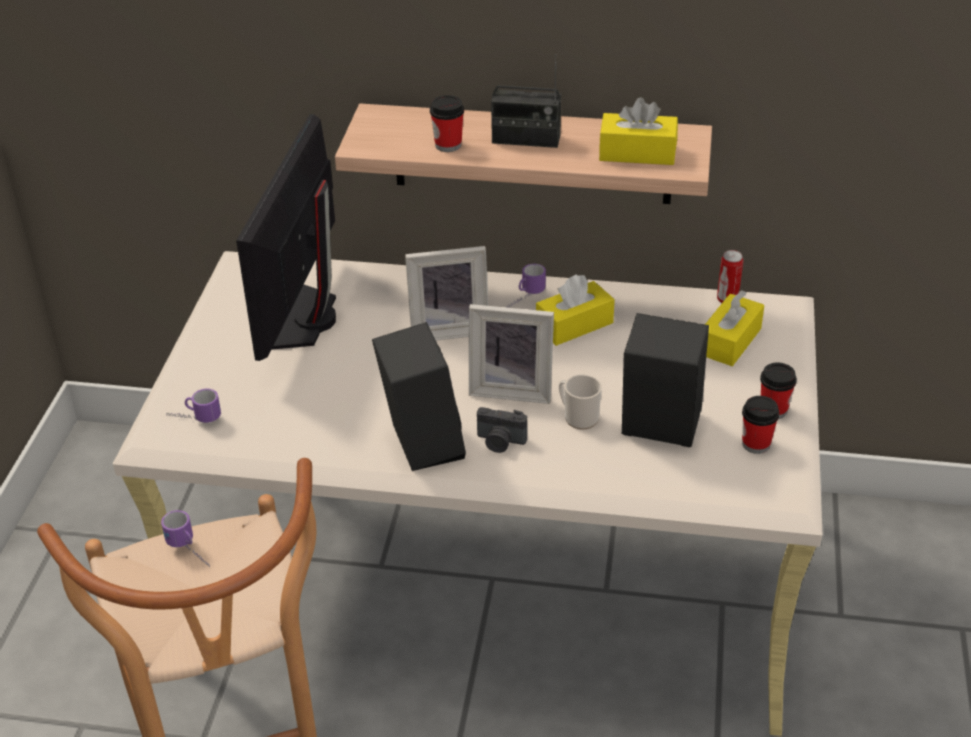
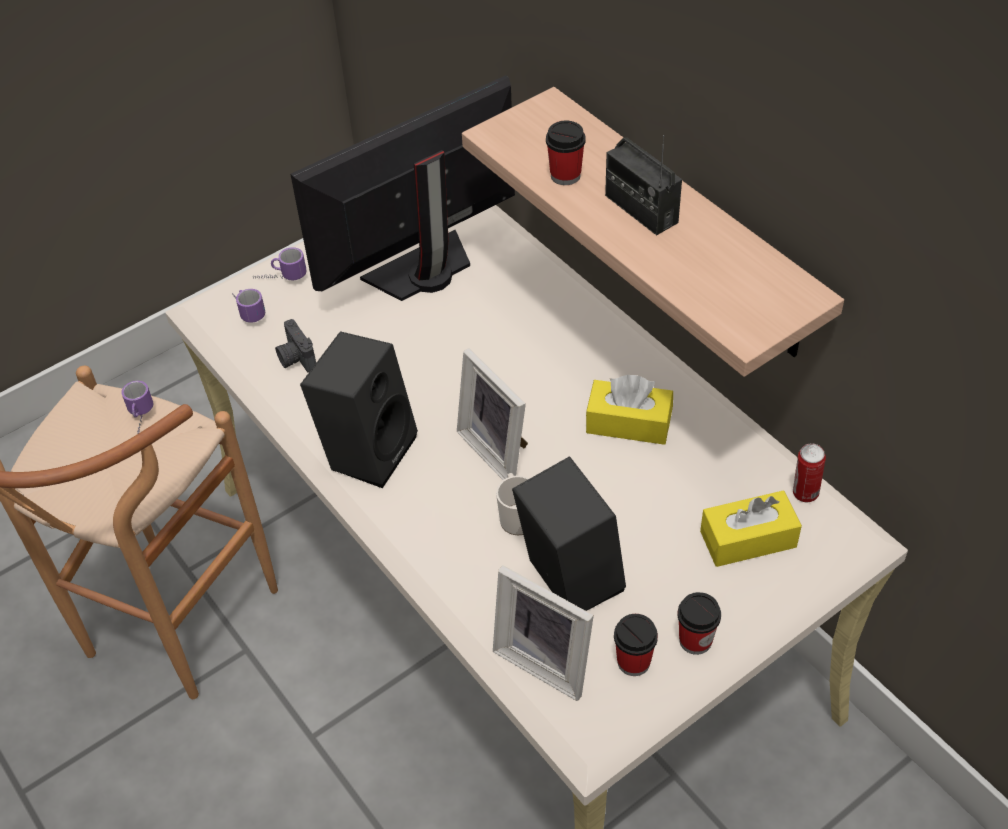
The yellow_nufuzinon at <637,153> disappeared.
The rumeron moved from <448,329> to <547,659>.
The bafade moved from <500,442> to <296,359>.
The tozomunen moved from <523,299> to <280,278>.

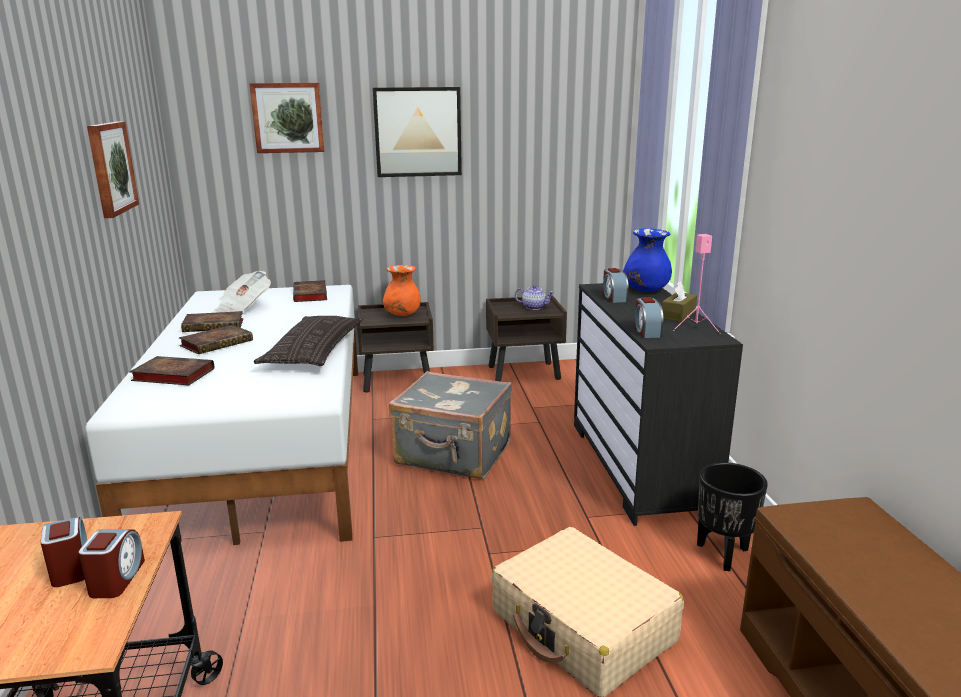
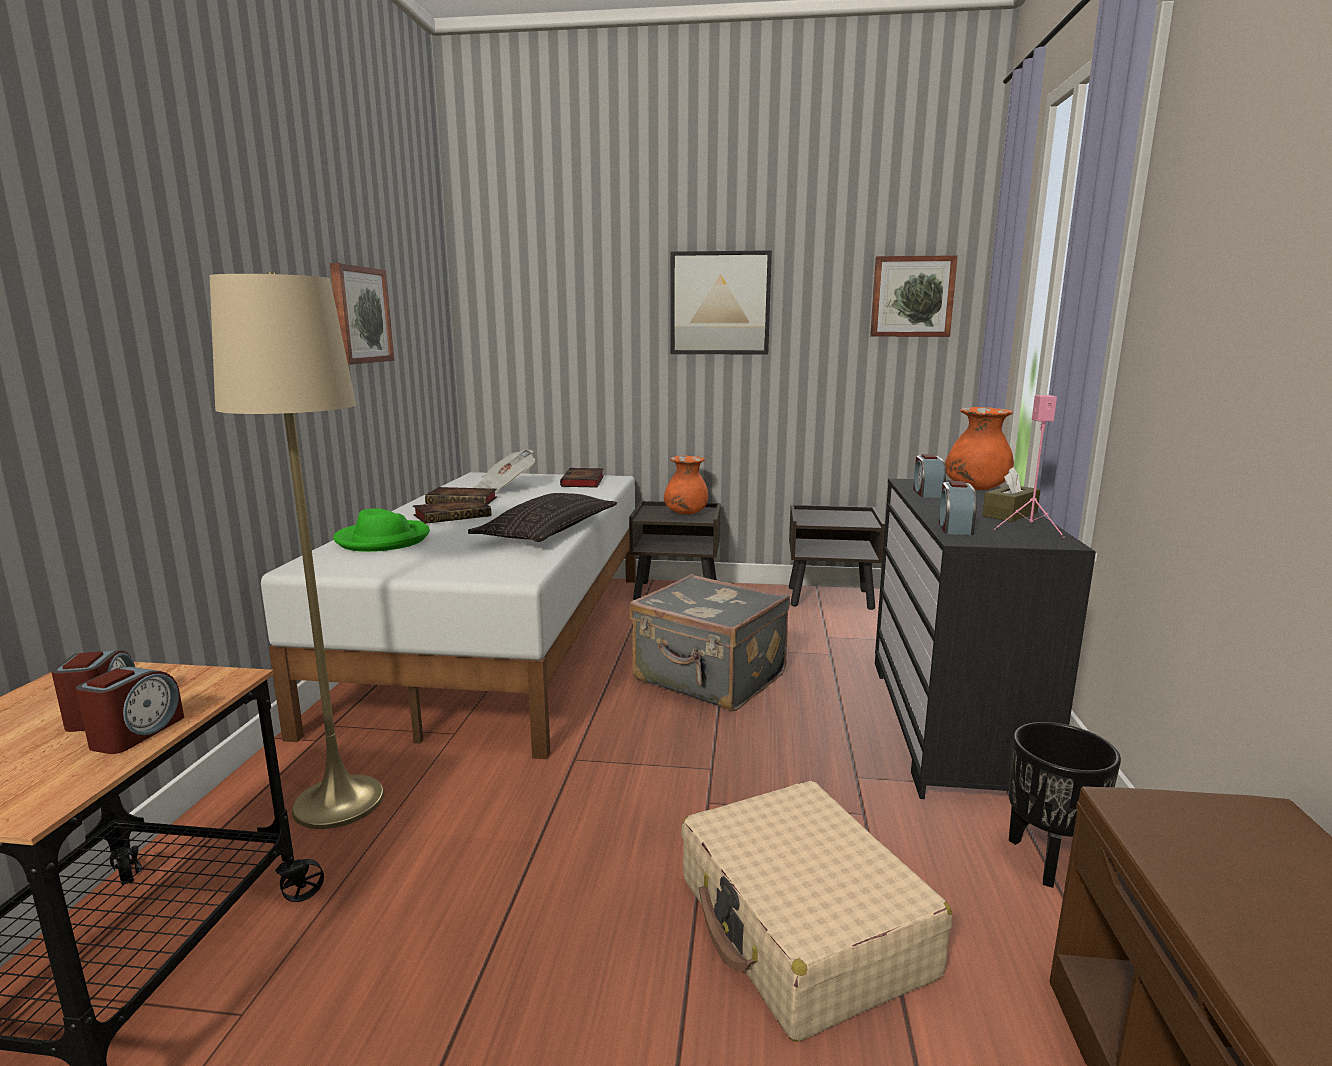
The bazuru at <534,307> disappeared.
The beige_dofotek at <339,802> appeared.
The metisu moved from <288,118> to <912,297>.
The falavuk at <171,375> was replaced by the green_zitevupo at <383,540>.
The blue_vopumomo at <645,290> became the orange_vopumomo at <975,488>.

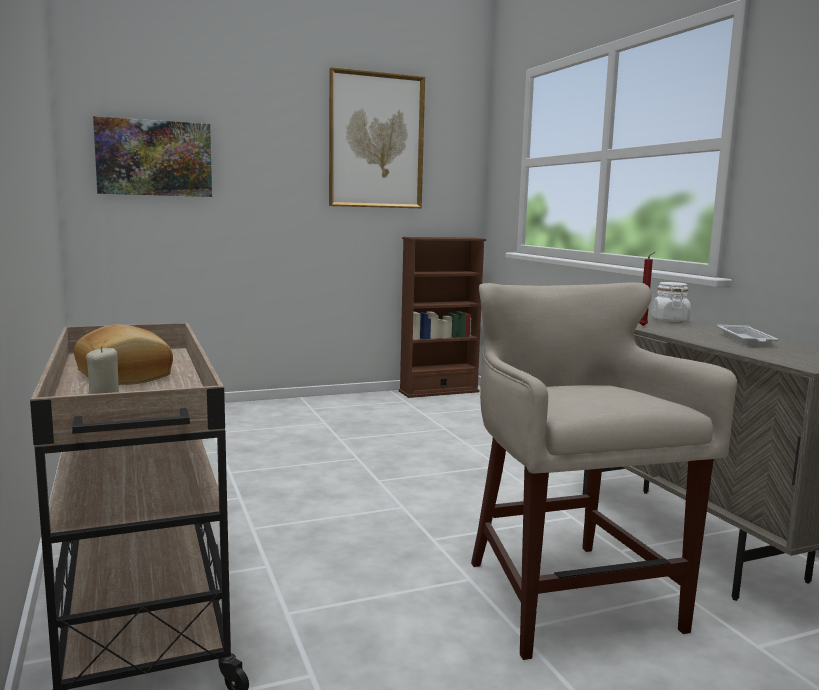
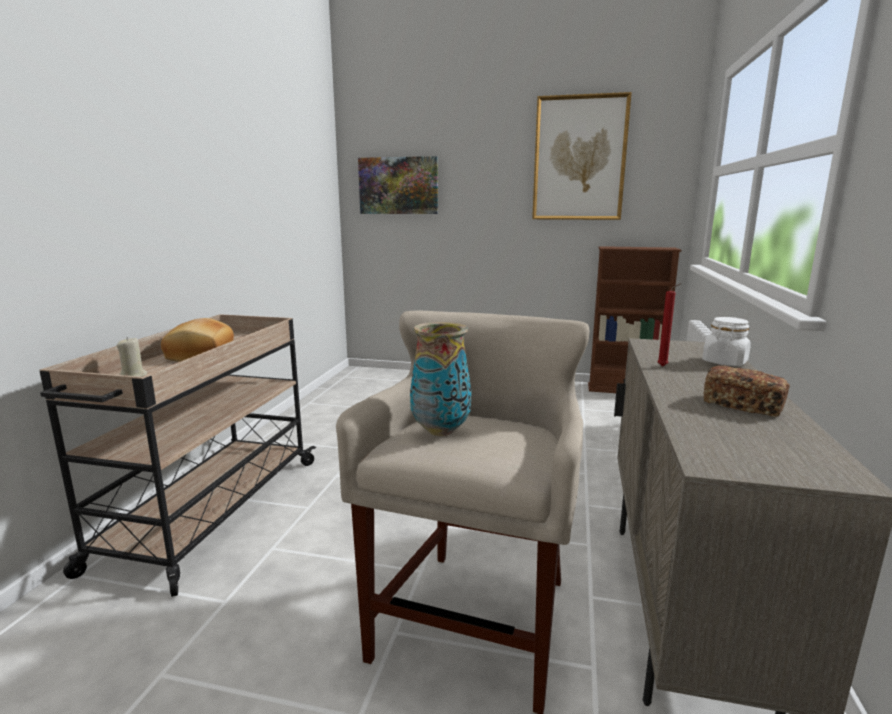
The vopumomo at <440,430> appeared.
The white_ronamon at <746,340> was replaced by the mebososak at <743,405>.

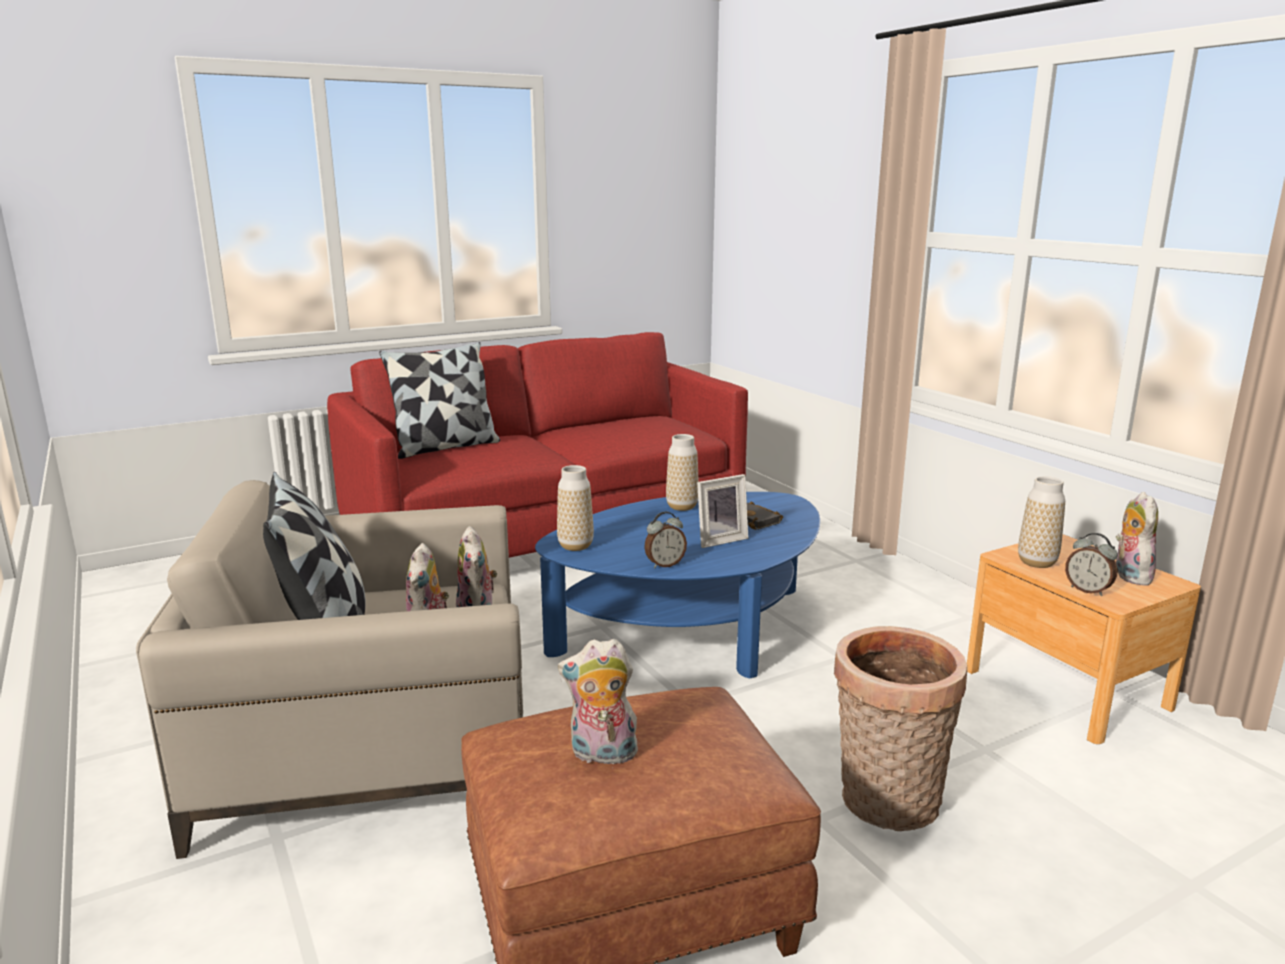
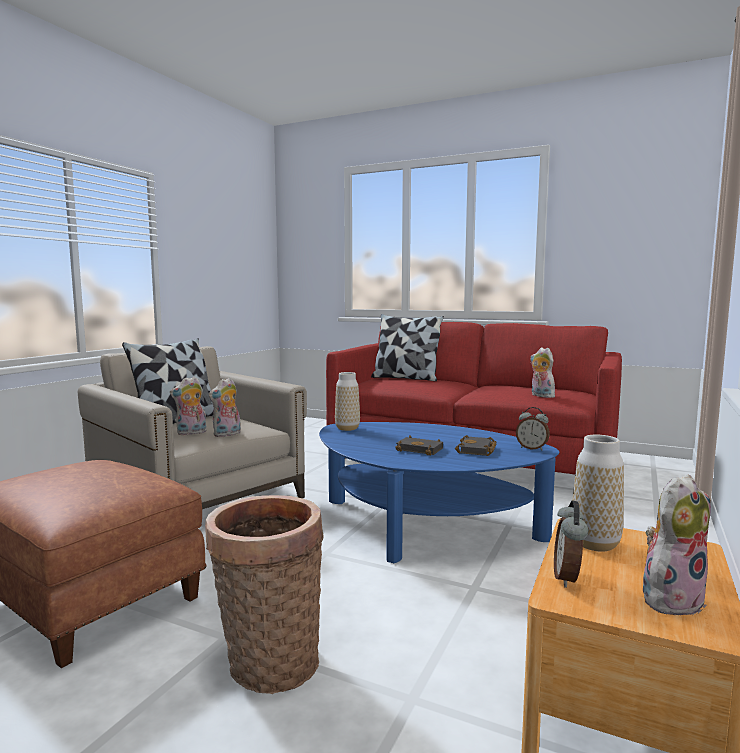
The vopumomo at <682,507> disappeared.
The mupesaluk moved from <601,755> to <540,396>.
The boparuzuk moved from <664,564> to <532,448>.
The rumeron at <719,540> was replaced by the black_falavuk at <421,449>.

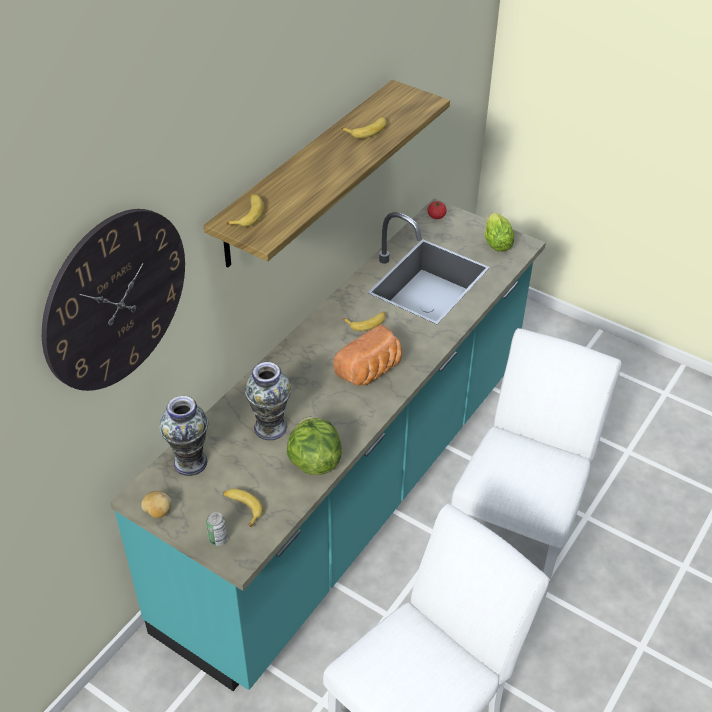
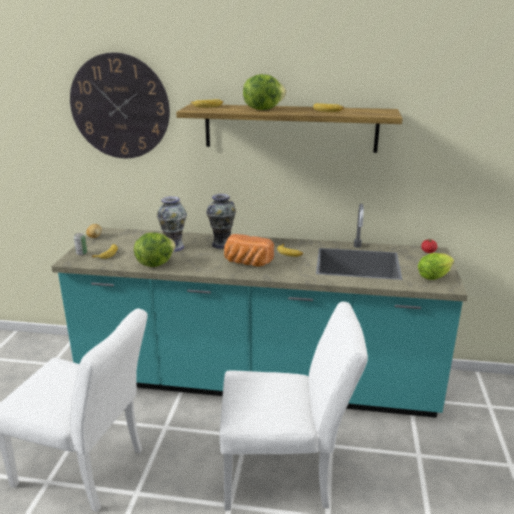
The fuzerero at <262,109> appeared.
The vopumomo moved from <191,462> to <222,244>.

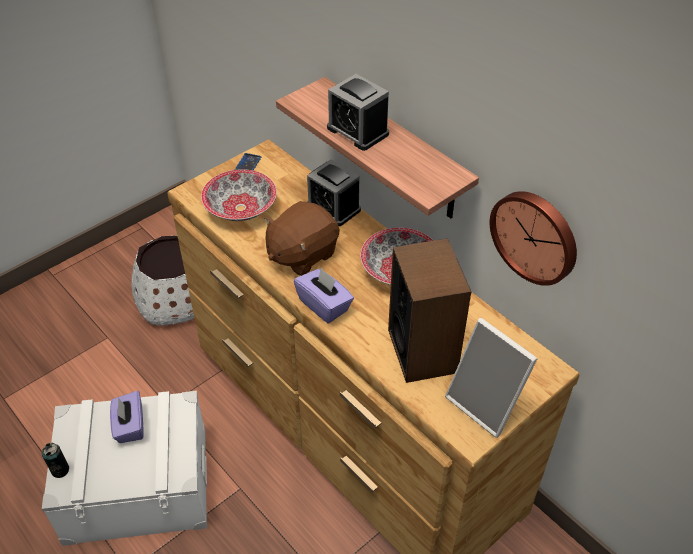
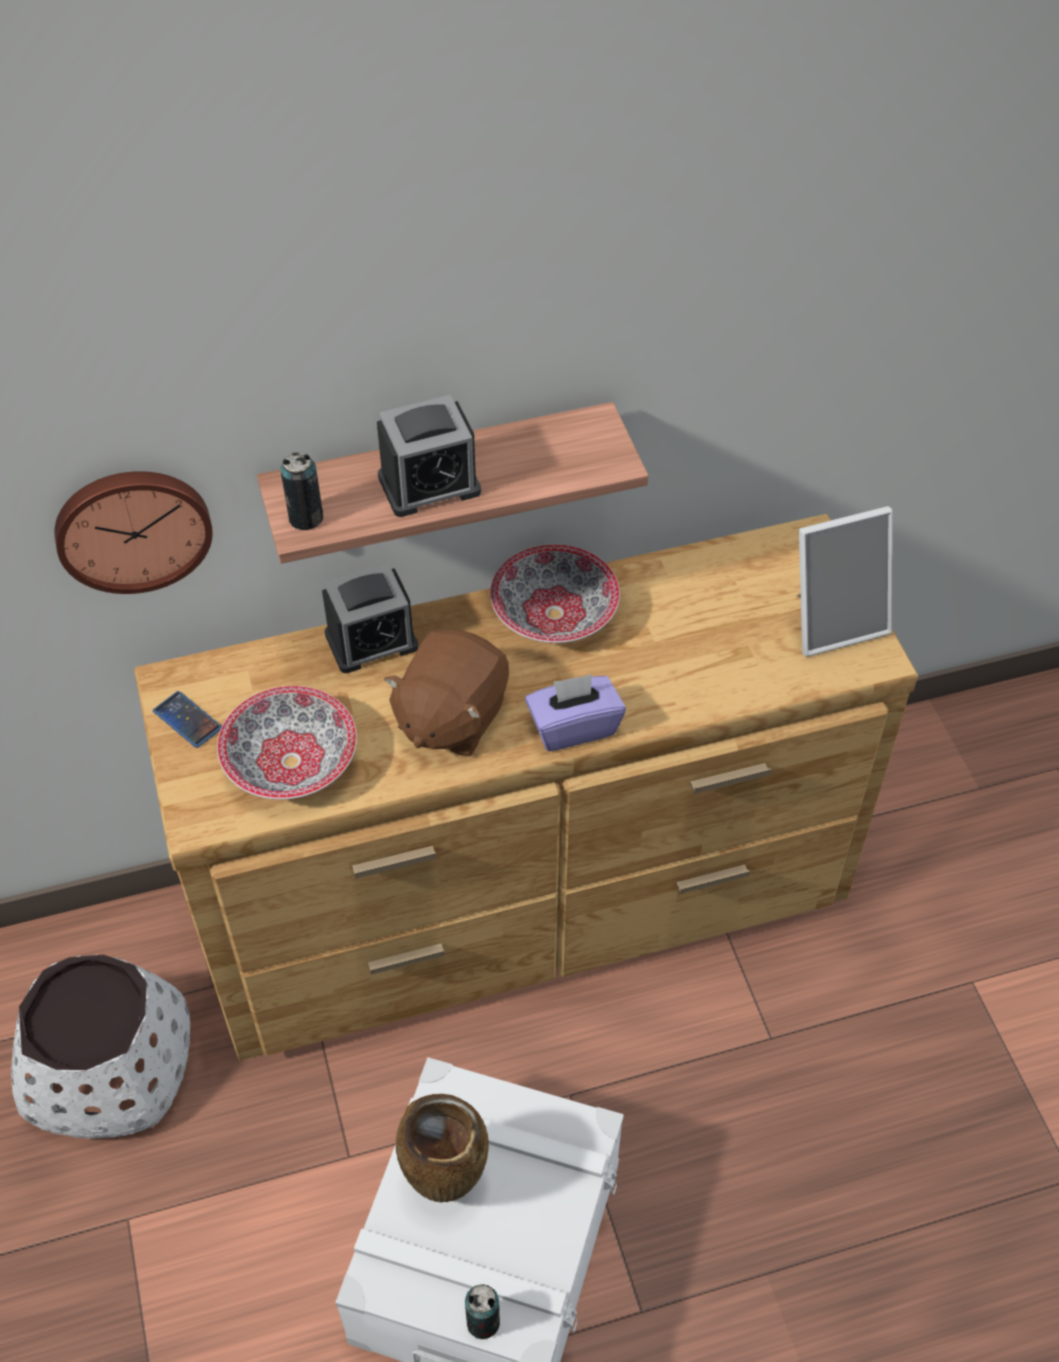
The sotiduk at <422,350> disappeared.
The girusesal at <306,518> appeared.
The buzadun moved from <535,236> to <133,527>.
The purple_nufuzinon at <130,426> was replaced by the brown_vopumomo at <447,1183>.
The brown_mupesaluk at <301,254> turned 45 degrees clockwise.

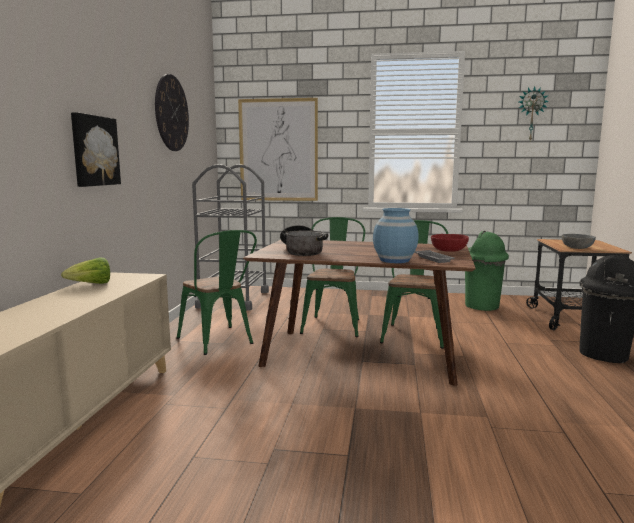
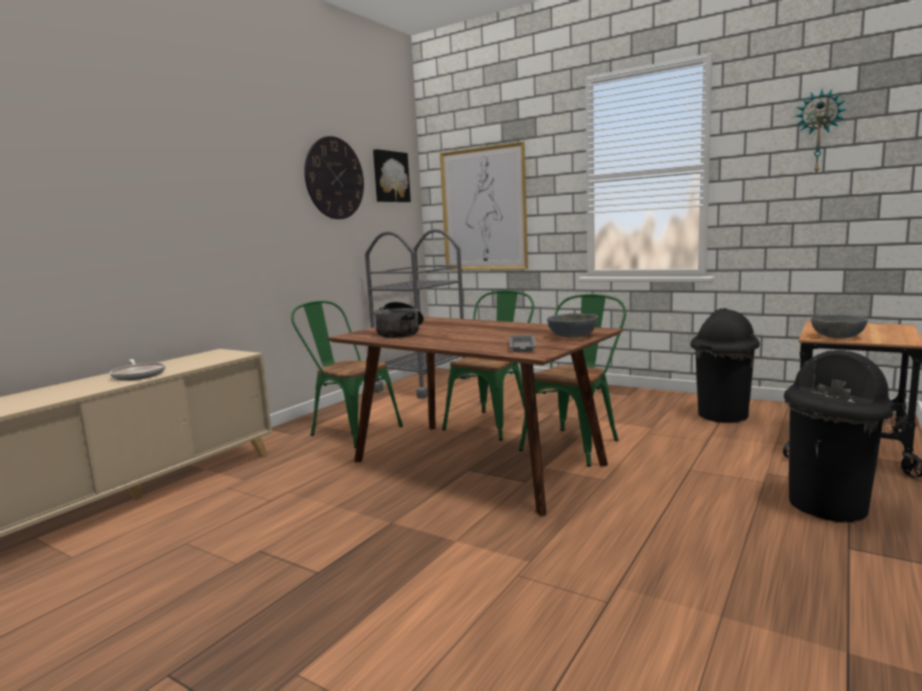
The fuzerero at <91,284> disappeared.
The blue_vopumomo at <394,260> disappeared.
The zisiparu at <139,375> appeared.
The metisu moved from <94,151> to <390,177>.
The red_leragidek at <448,251> became the grey_leragidek at <572,336>.
The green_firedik at <481,306> became the black_firedik at <721,416>.
The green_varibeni at <219,342> turned 135 degrees clockwise.

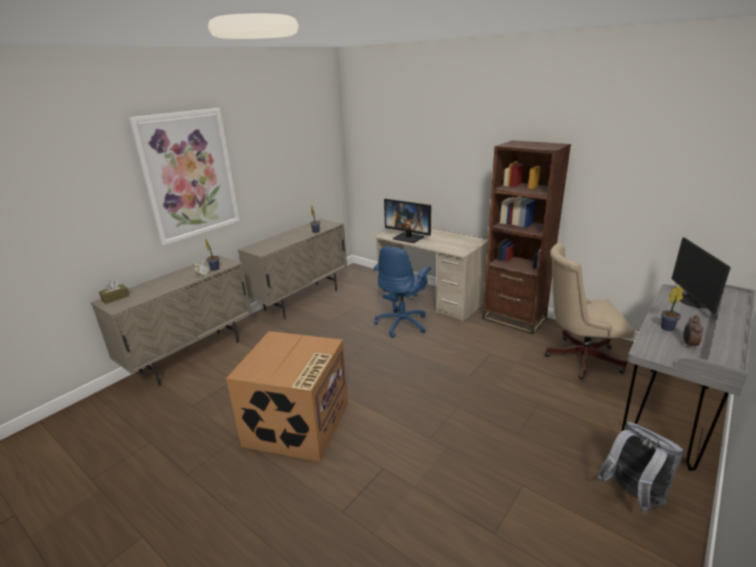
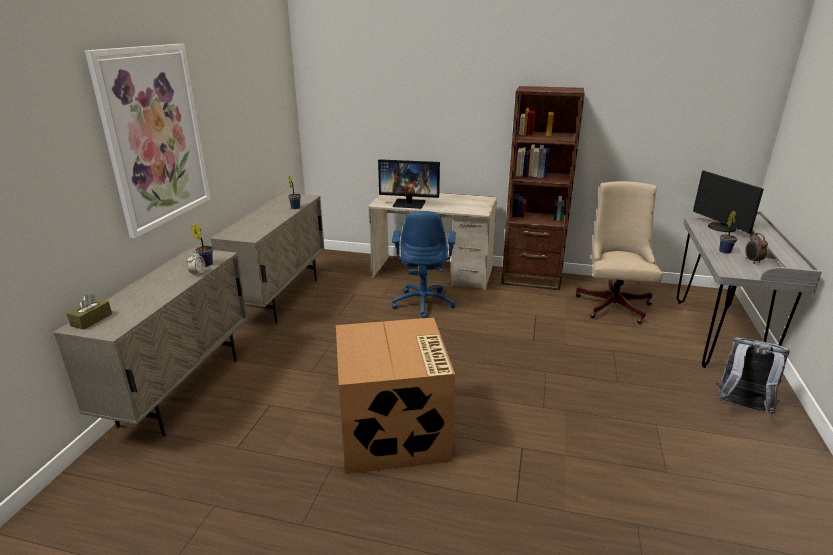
The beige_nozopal at <577,357> turned 120 degrees clockwise.

